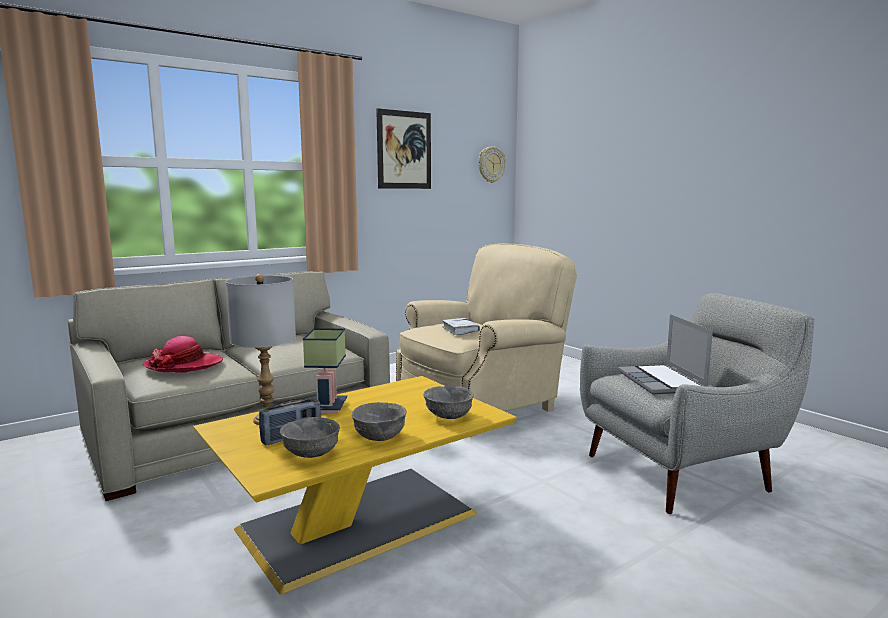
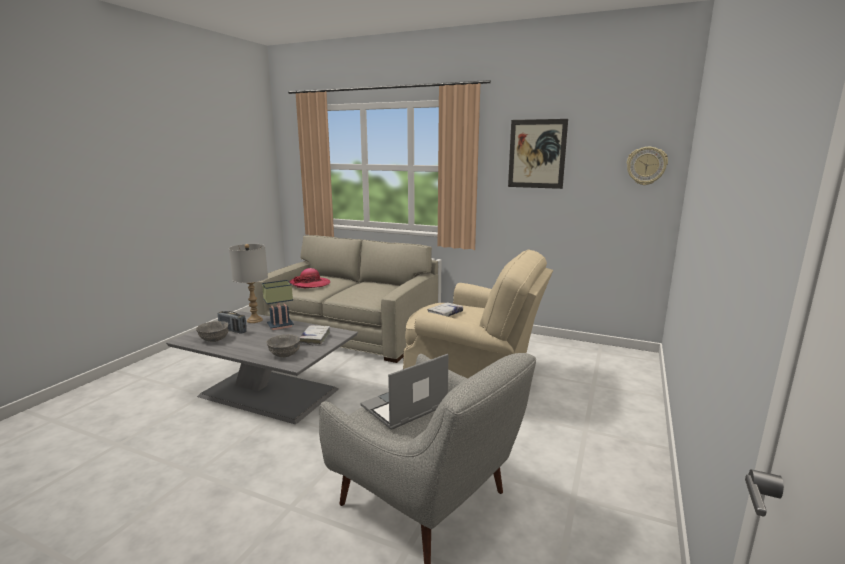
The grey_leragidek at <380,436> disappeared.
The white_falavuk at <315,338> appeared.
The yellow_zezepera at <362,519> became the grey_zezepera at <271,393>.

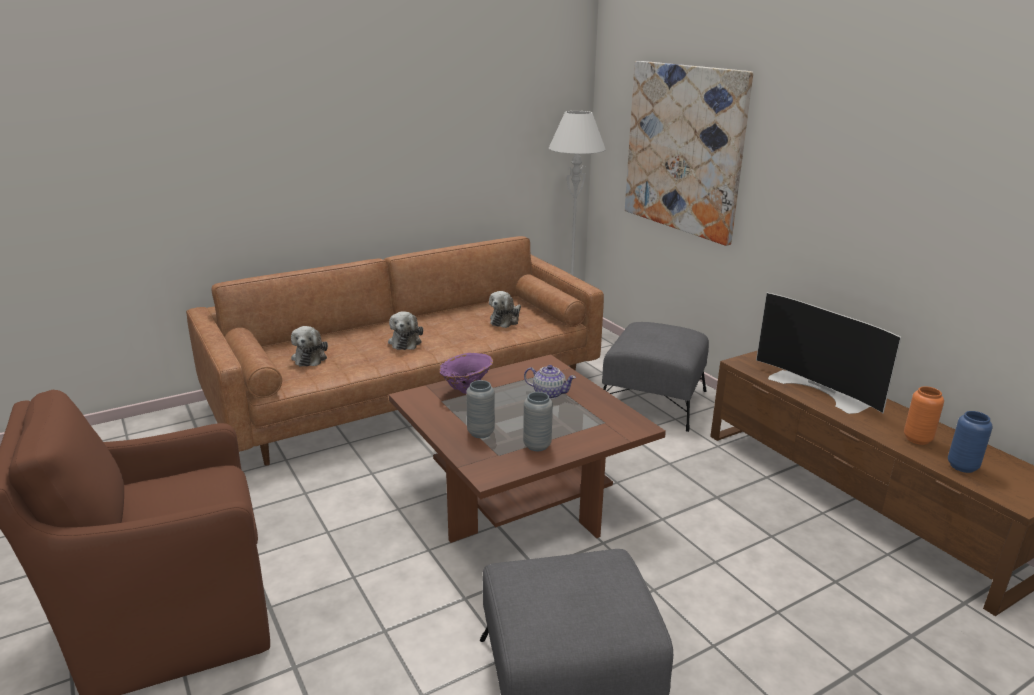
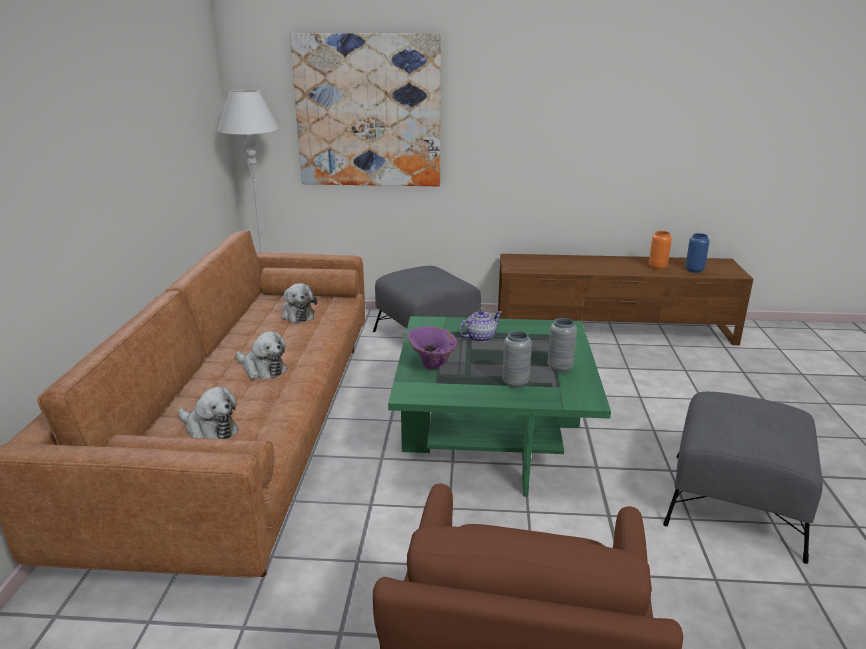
The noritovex at <820,389> disappeared.
The brown_zezepera at <520,495> became the green_zezepera at <493,438>.

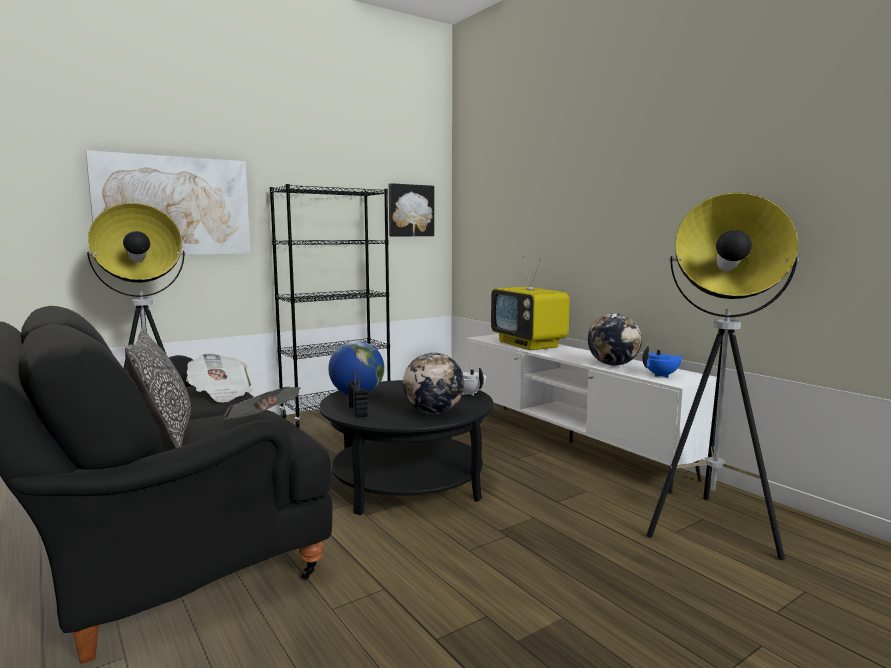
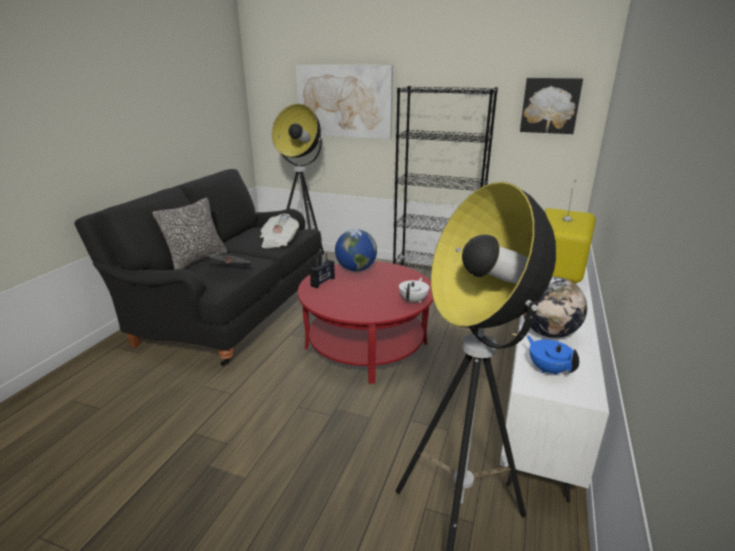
The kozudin at <433,412> disappeared.
The black_zezepera at <407,482> became the red_zezepera at <366,345>.
The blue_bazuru at <662,375> turned 150 degrees counterclockwise.

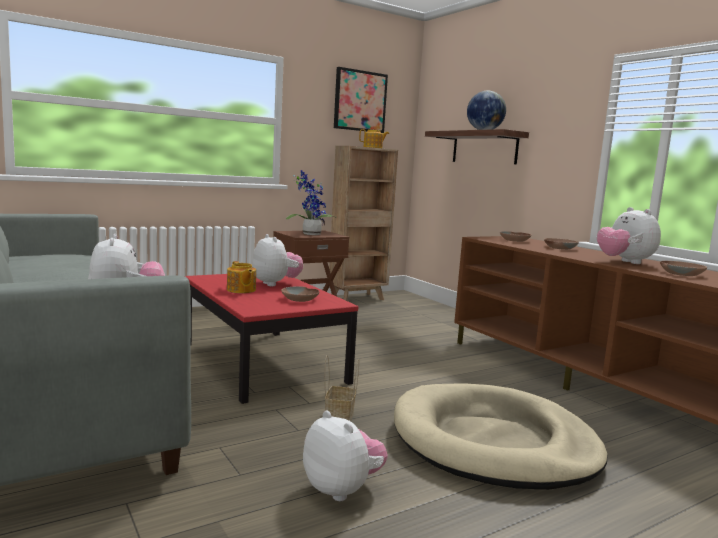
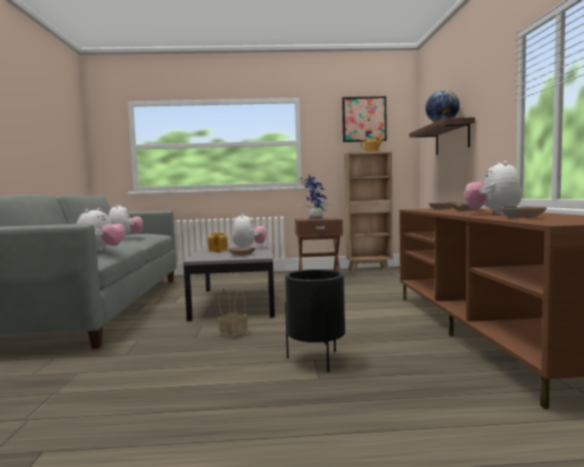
The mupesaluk moved from <342,489> to <125,237>.
The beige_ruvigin at <493,442> was replaced by the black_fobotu at <317,360>.
The red_zezepera at <261,362> became the grey_zezepera at <235,302>.

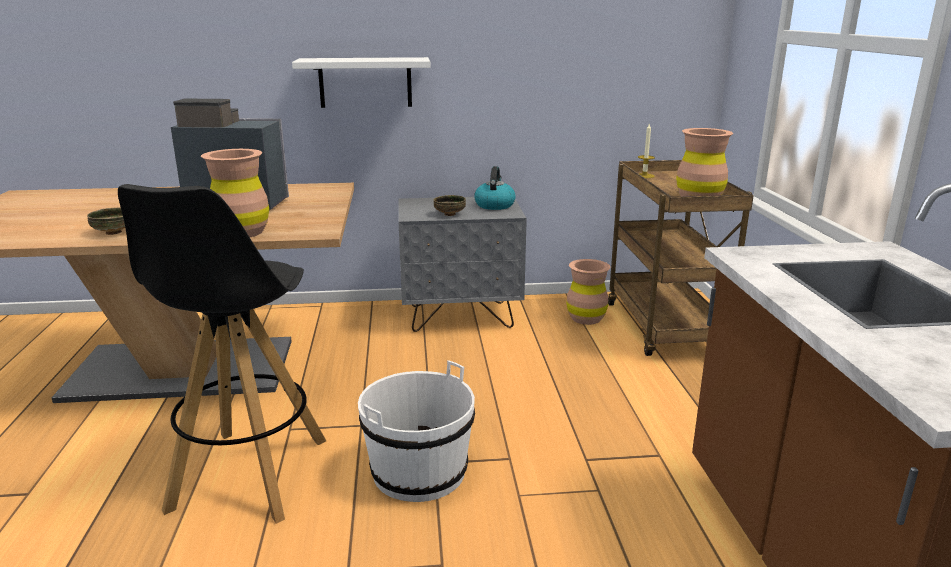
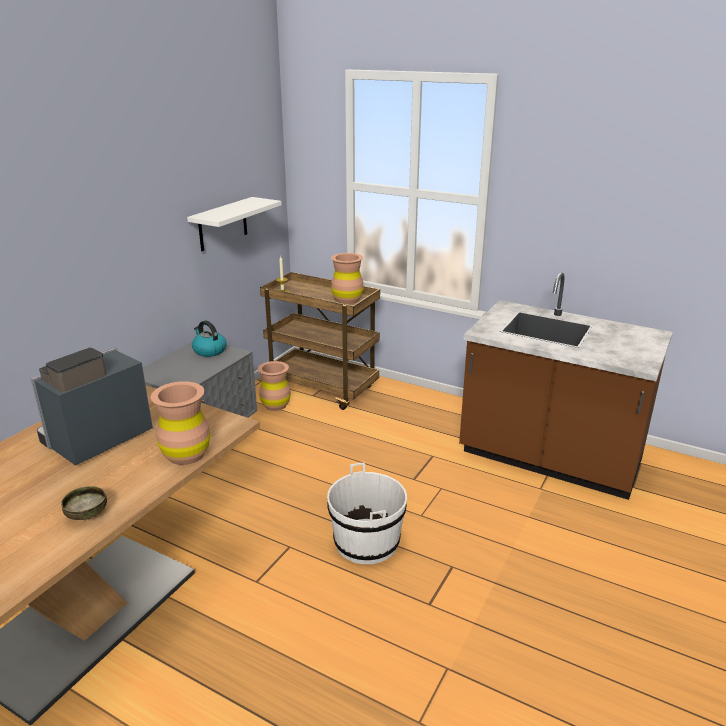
The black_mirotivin at <248,475> disappeared.
The leragidek at <450,214> disappeared.
The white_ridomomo moved from <365,82> to <223,224>.

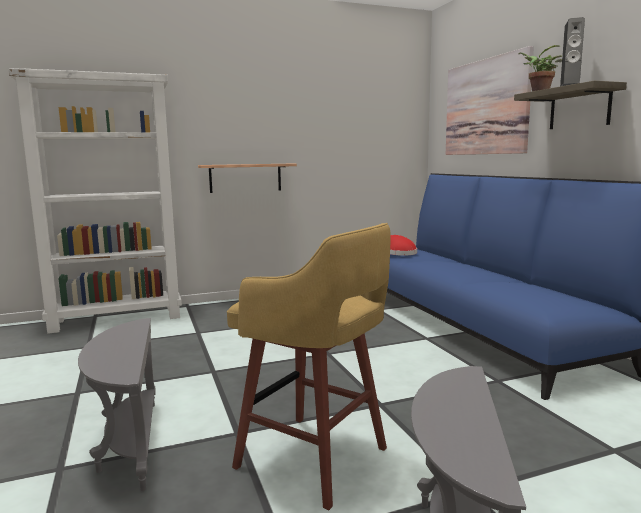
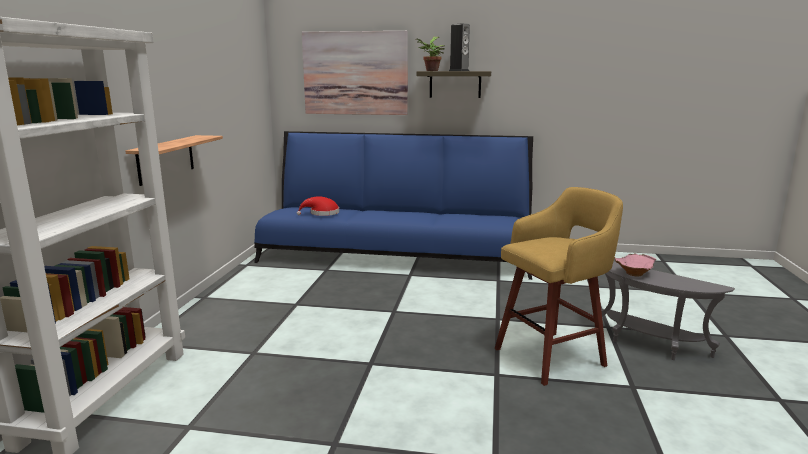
The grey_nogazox at <128,444> disappeared.
The pink_leragidek at <633,273> appeared.

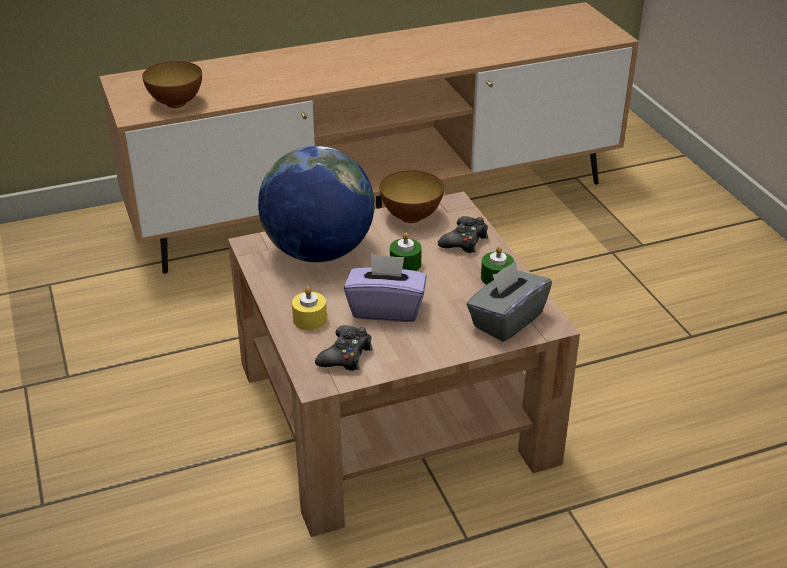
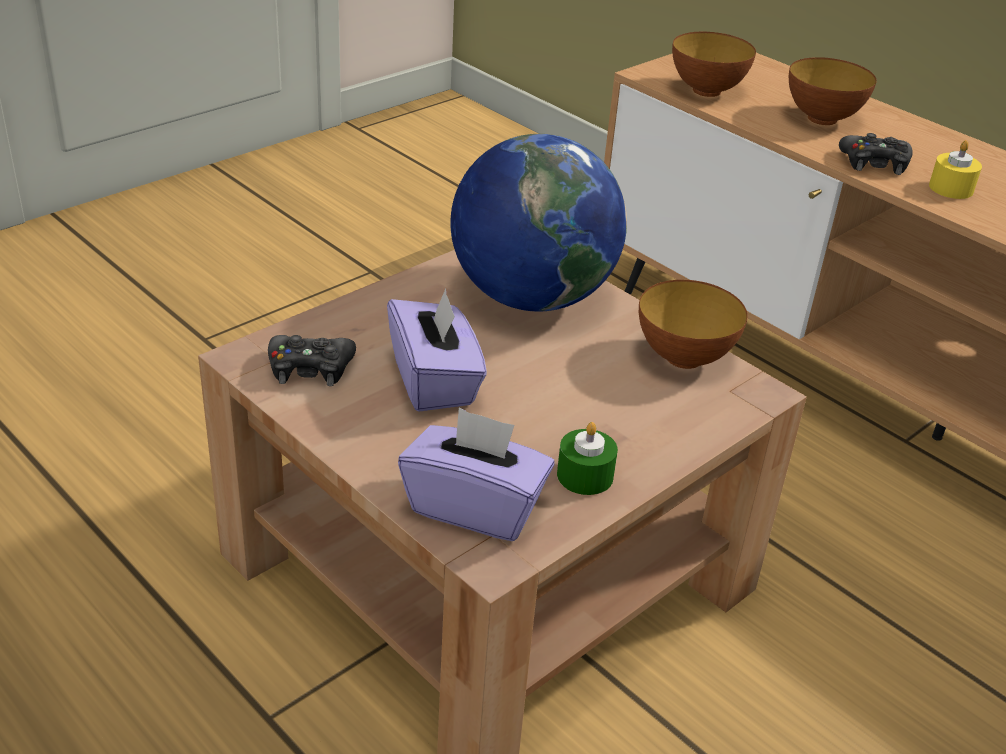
The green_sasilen at <405,264> disappeared.
The leragidek at <822,119> appeared.
The yellow_sasilen moved from <309,319> to <951,188>.
The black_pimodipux moved from <464,241> to <874,163>.
The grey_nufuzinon at <506,320> became the purple_nufuzinon at <475,507>.

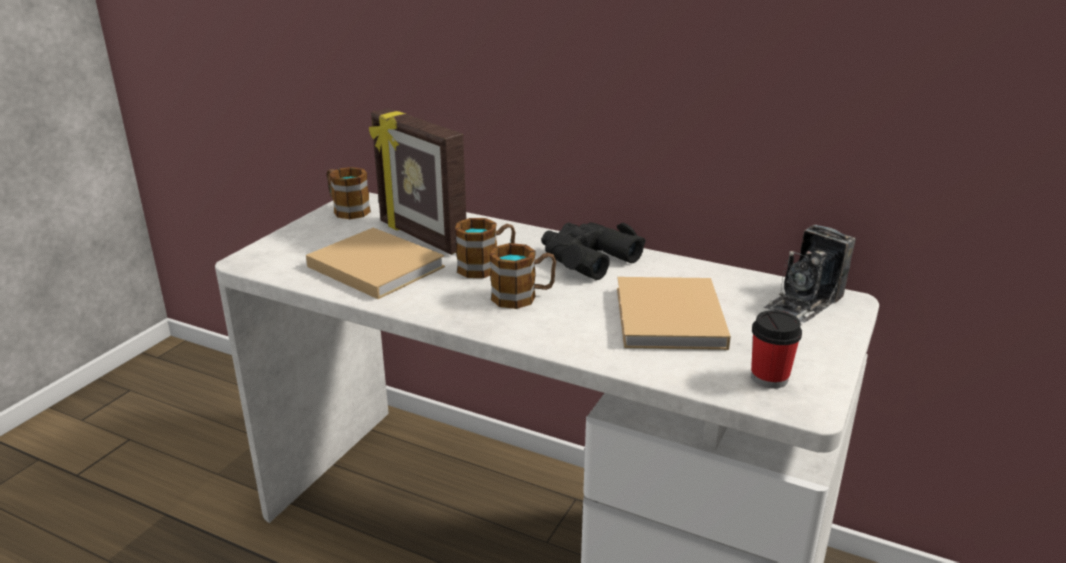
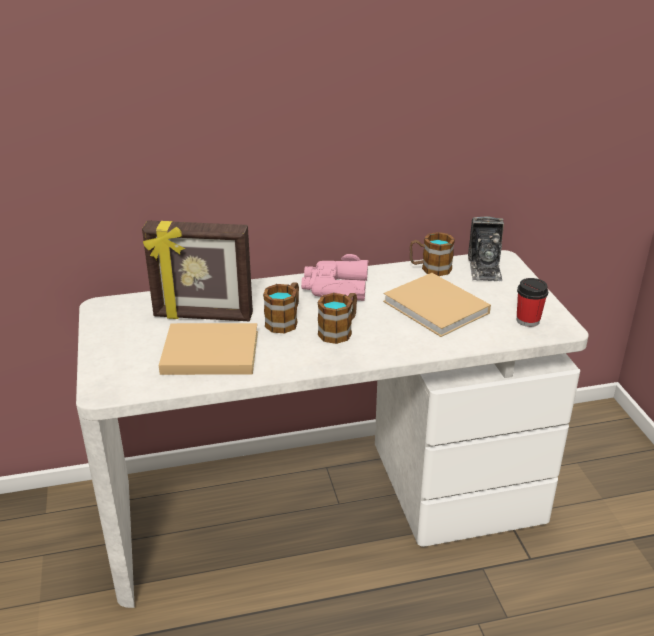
The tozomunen moved from <347,209> to <430,268>.
The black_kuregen at <587,258> became the pink_kuregen at <335,288>.

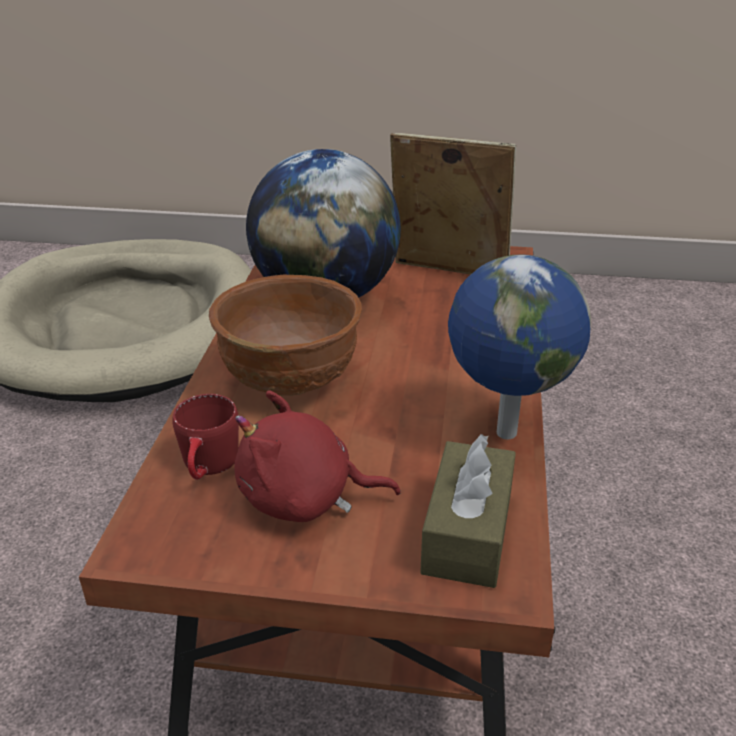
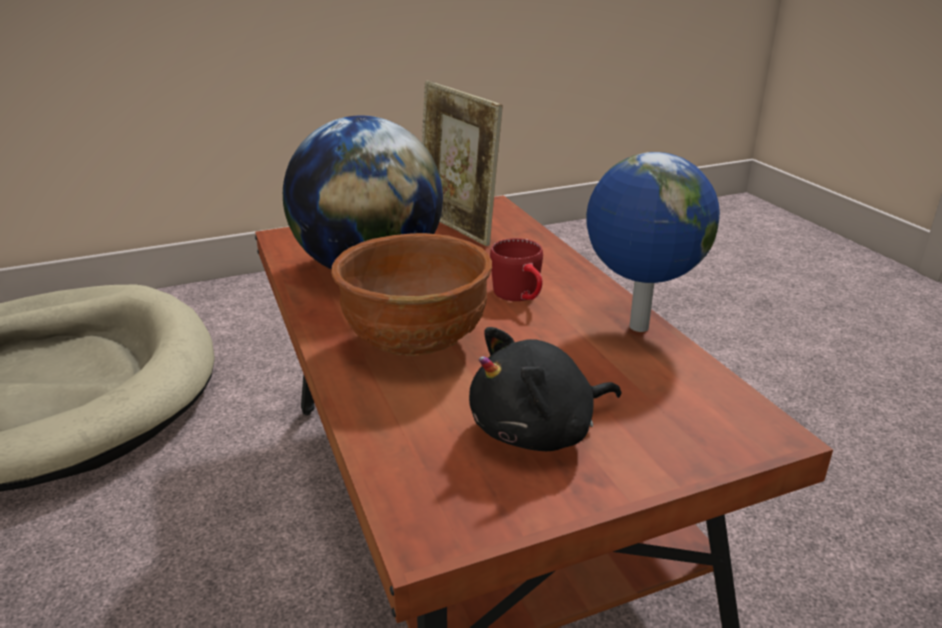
The brown_nufuzinon at <467,532> disappeared.
The red_tozomunen moved from <208,467> to <521,296>.
The red_mupesaluk at <305,499> became the black_mupesaluk at <539,431>.
The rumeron at <447,273> turned 120 degrees counterclockwise.

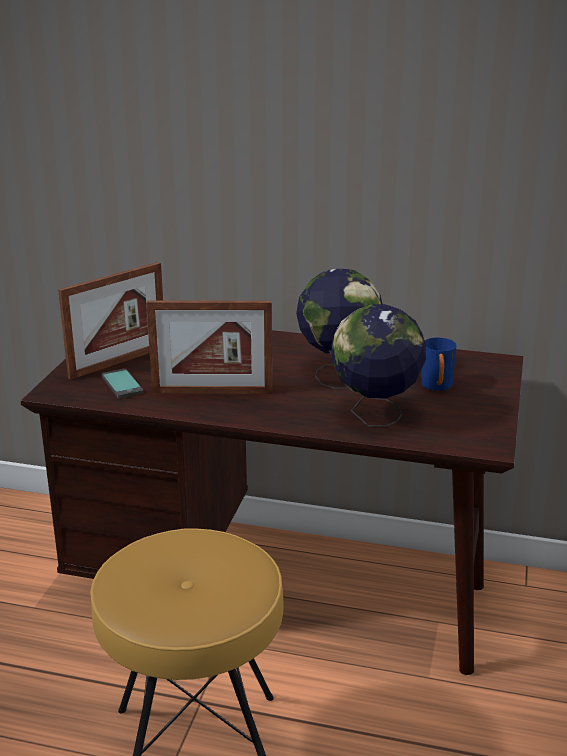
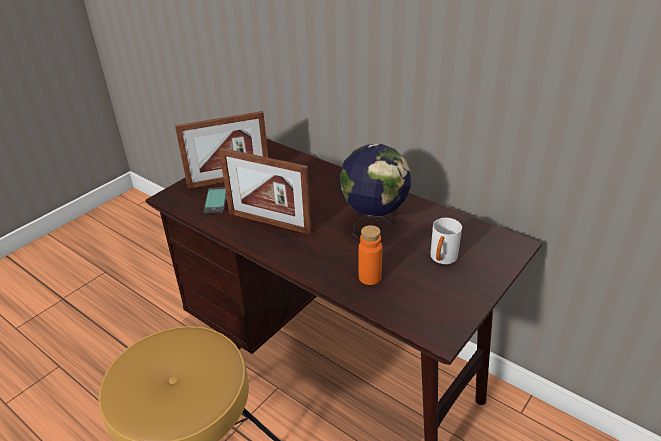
The kozudin at <375,416> was replaced by the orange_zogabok at <370,277>.
The blue_tozomunen at <437,387> became the white_tozomunen at <442,259>.

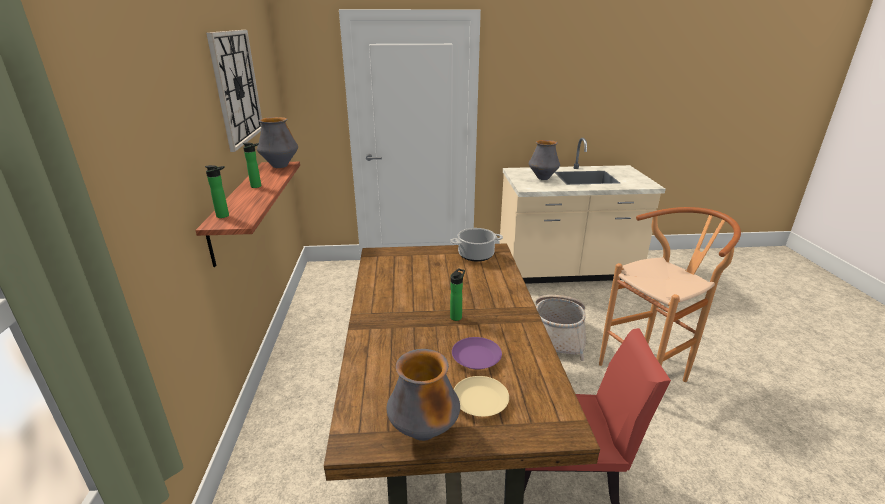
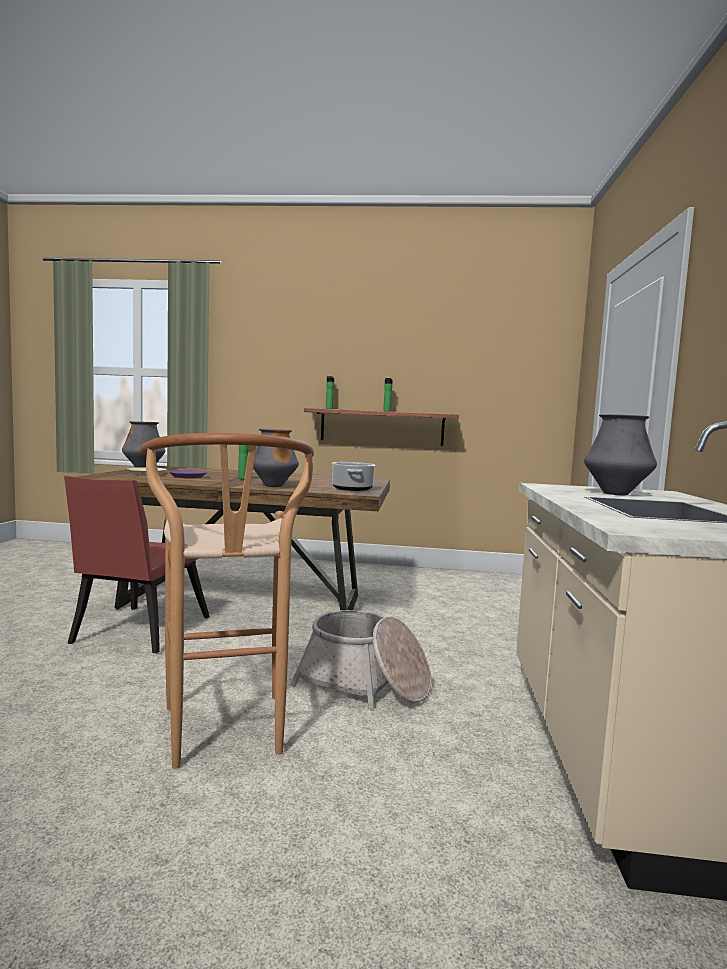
The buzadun at <236,87> disappeared.
The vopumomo moved from <280,166> to <274,486>.

